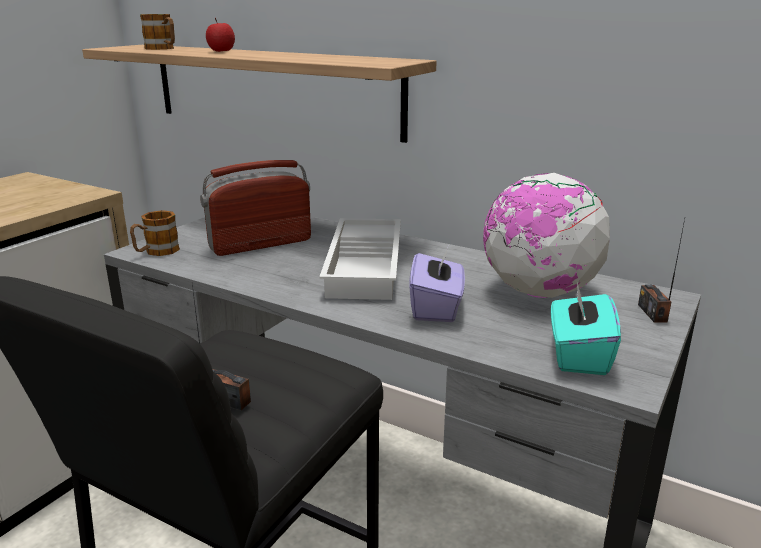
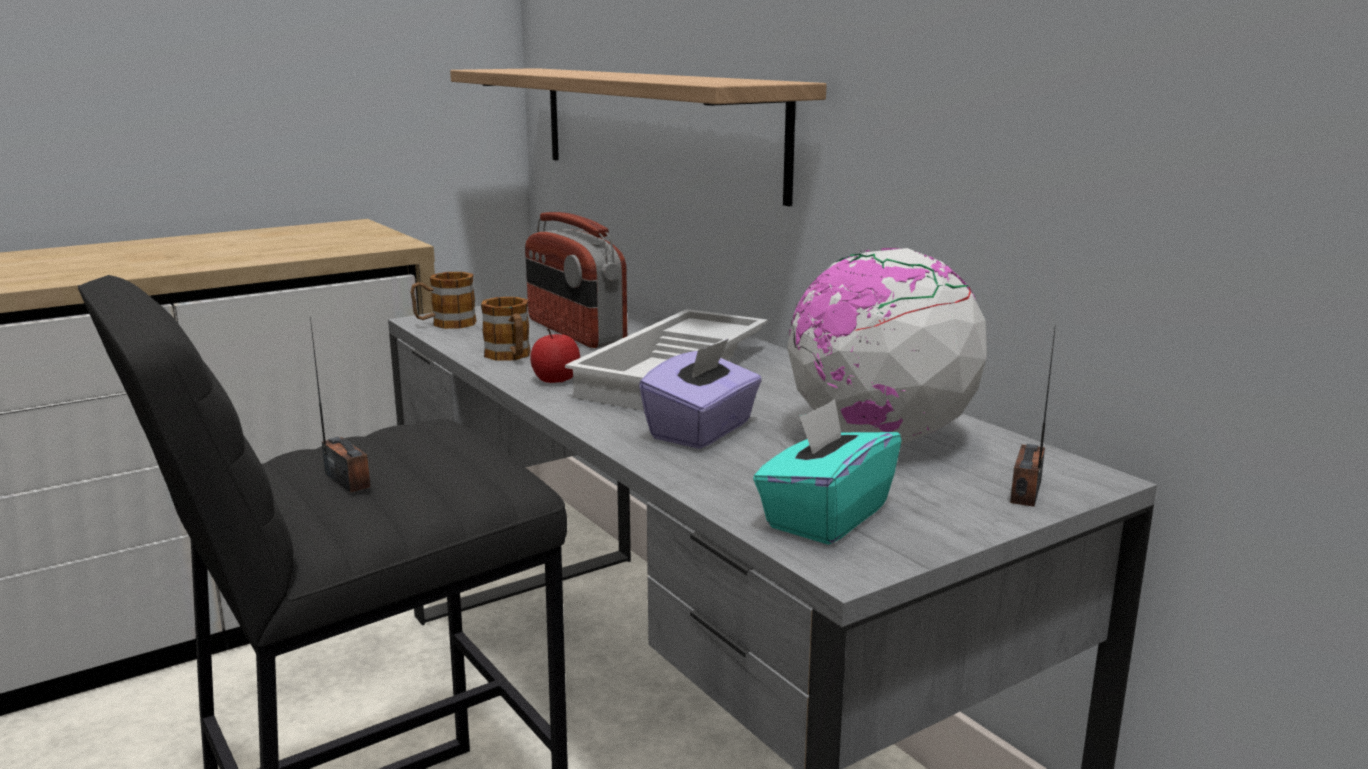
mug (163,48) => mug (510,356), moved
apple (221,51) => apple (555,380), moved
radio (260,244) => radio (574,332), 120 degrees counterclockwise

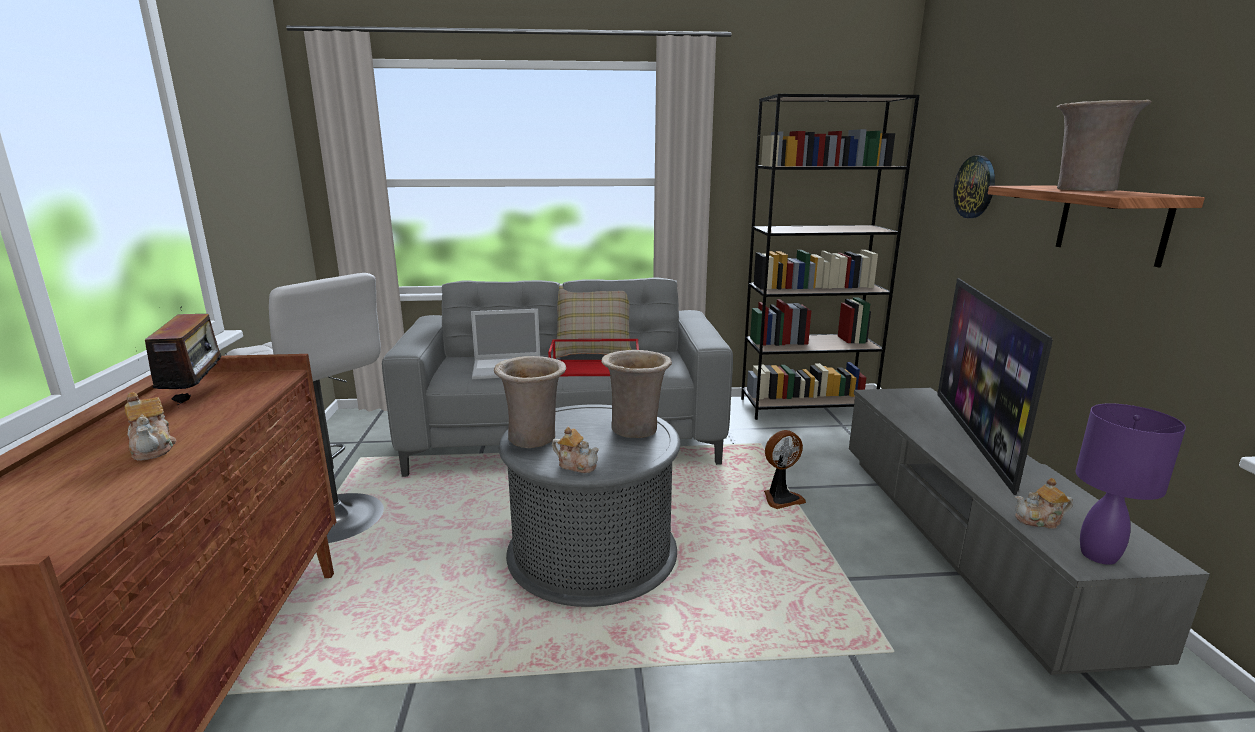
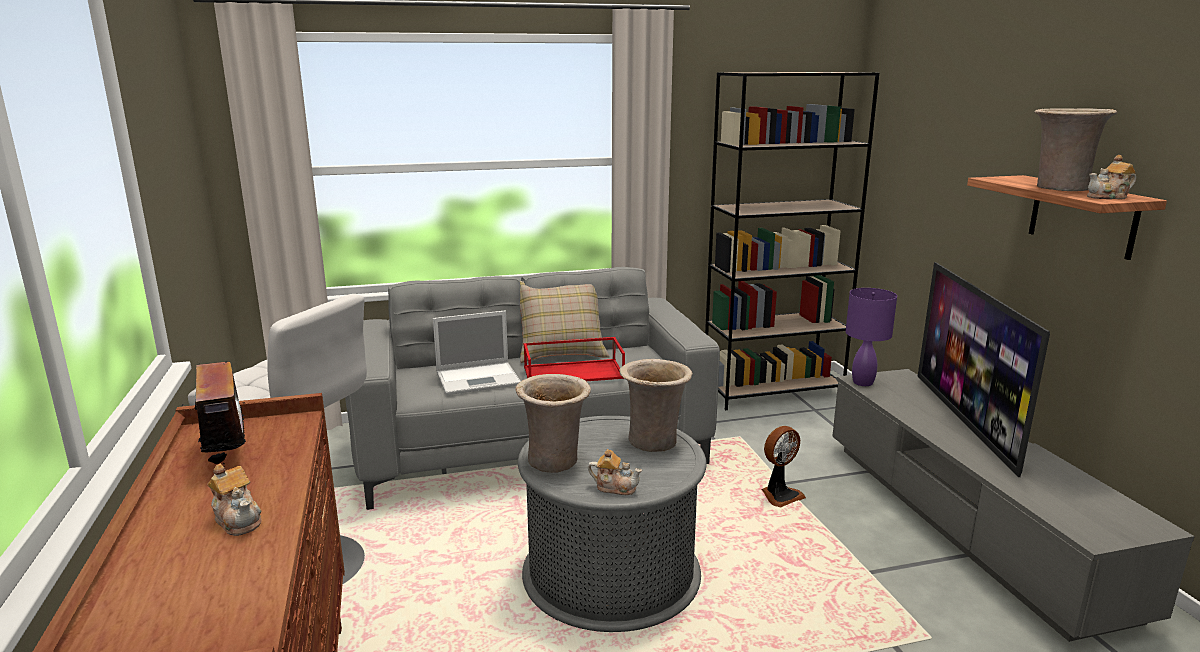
wall clock (975,187) => nothing
table lamp in purple (1098,554) => table lamp in purple (862,382), moved
teapot (1039,520) => teapot (1109,197), moved

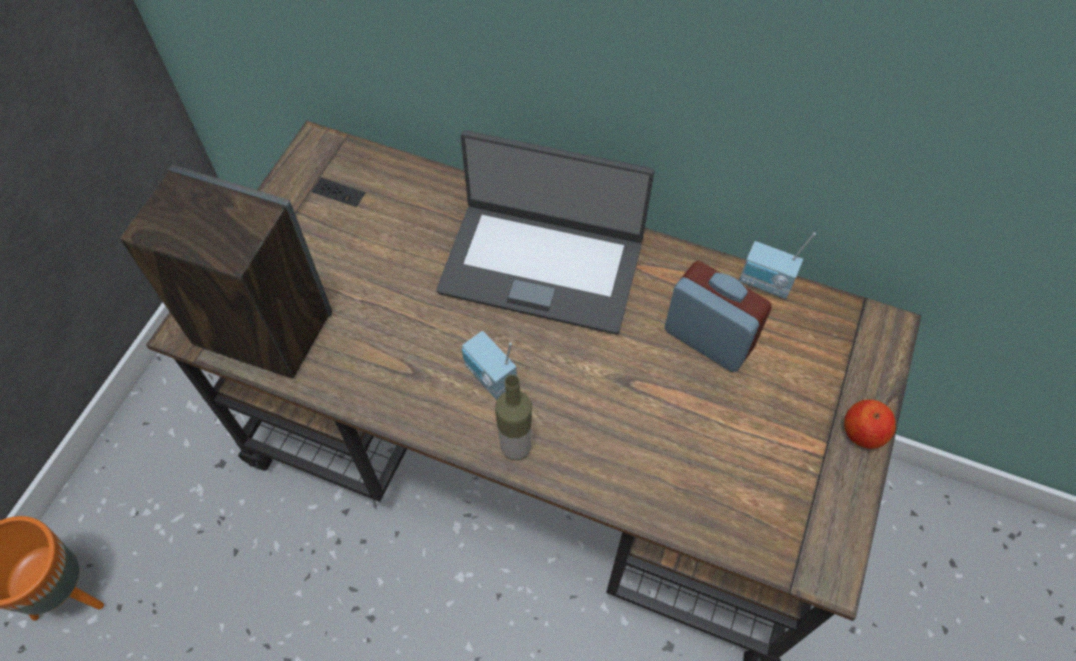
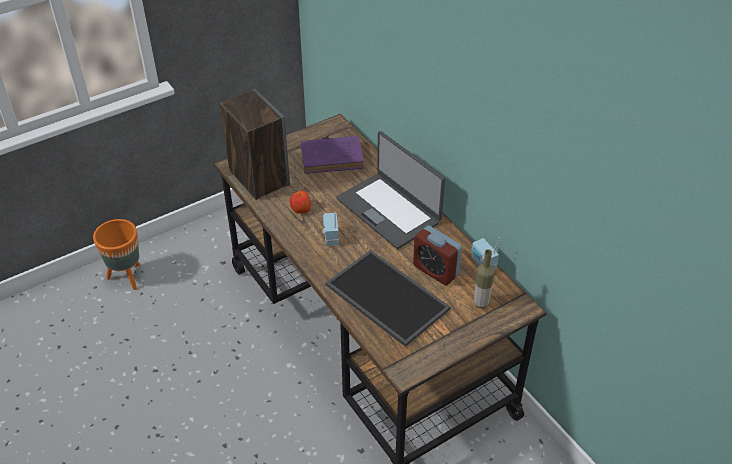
alarm clock (708,339) => alarm clock (435,270), 150 degrees clockwise
bottle (515,447) => bottle (481,303), moved
apple (863,432) => apple (300,209), moved
nothing => book in purple (334,158)
nothing => tray (384,297)

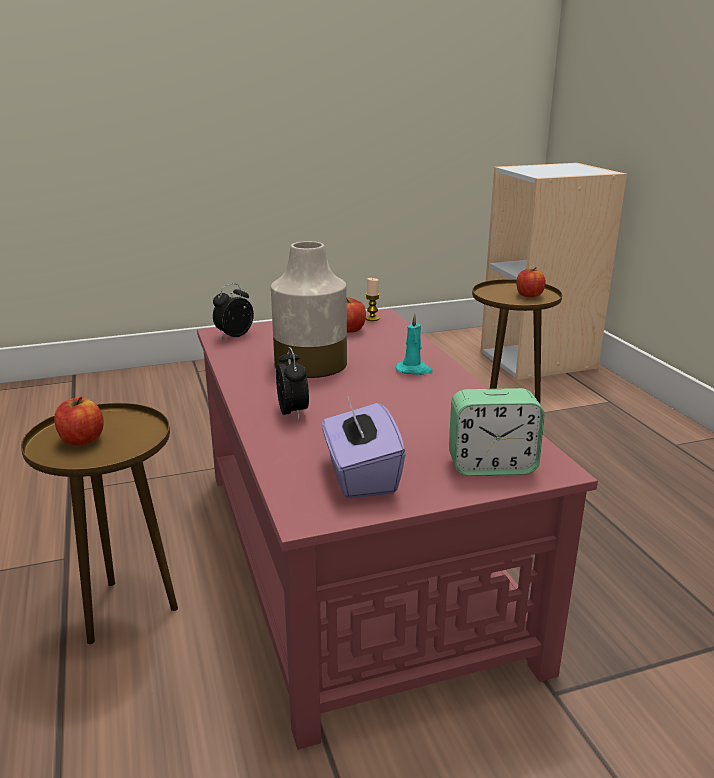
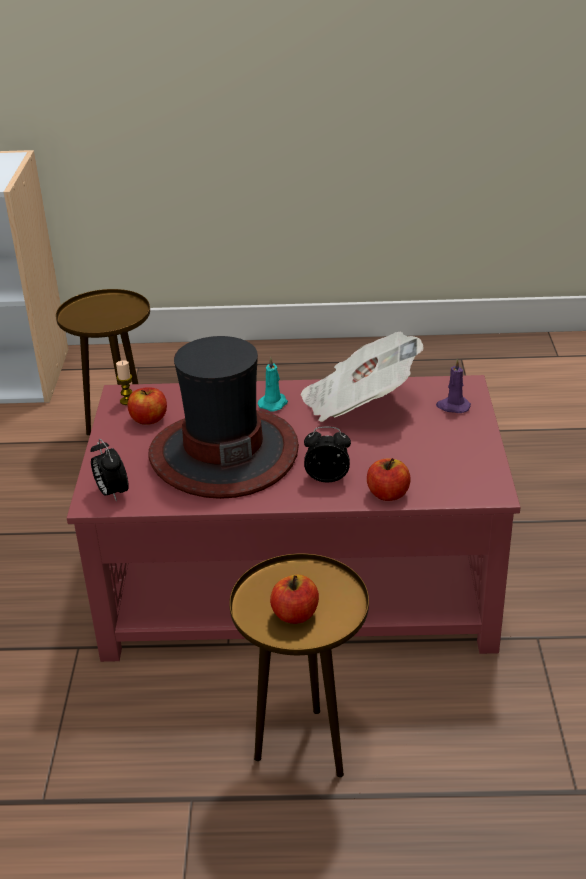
vase in beige (311,363) => hat (223,453)
apple (529,295) => apple (388,494), moved
alarm clock (491,466) => candle in purple (452,406)
tissue box in purple (360,476) => nothing
nothing => newspaper (358,403)

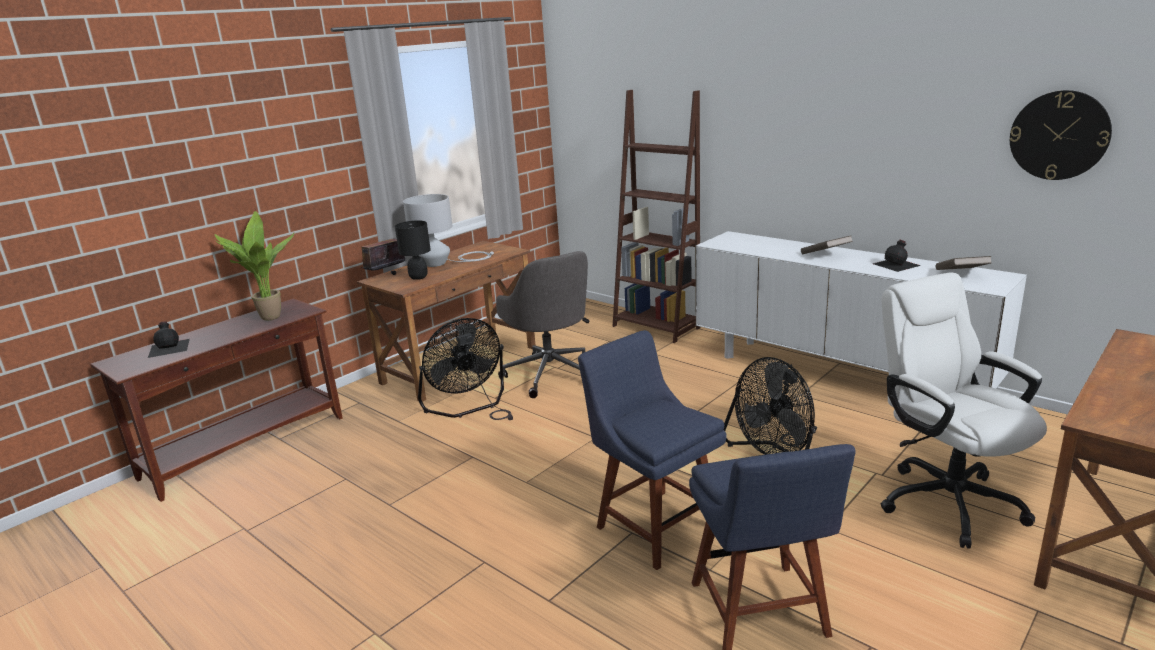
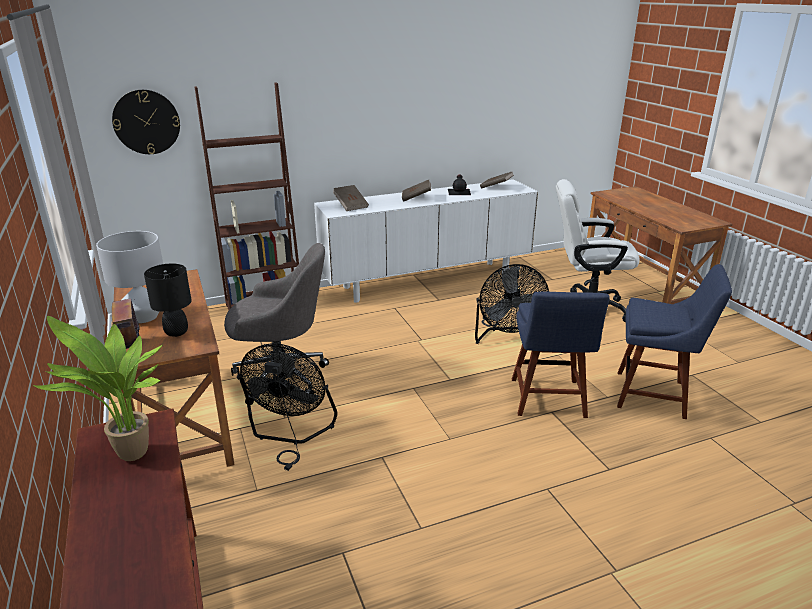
wall clock (1059,135) => wall clock (146,122), moved
fan in black (474,406) => fan in black (287,433), 105 degrees clockwise
bottle in black (170,347) => nothing
chair in blue (654,524) => chair in blue (548,400), 75 degrees counterclockwise
nothing => book in brown (351,205)

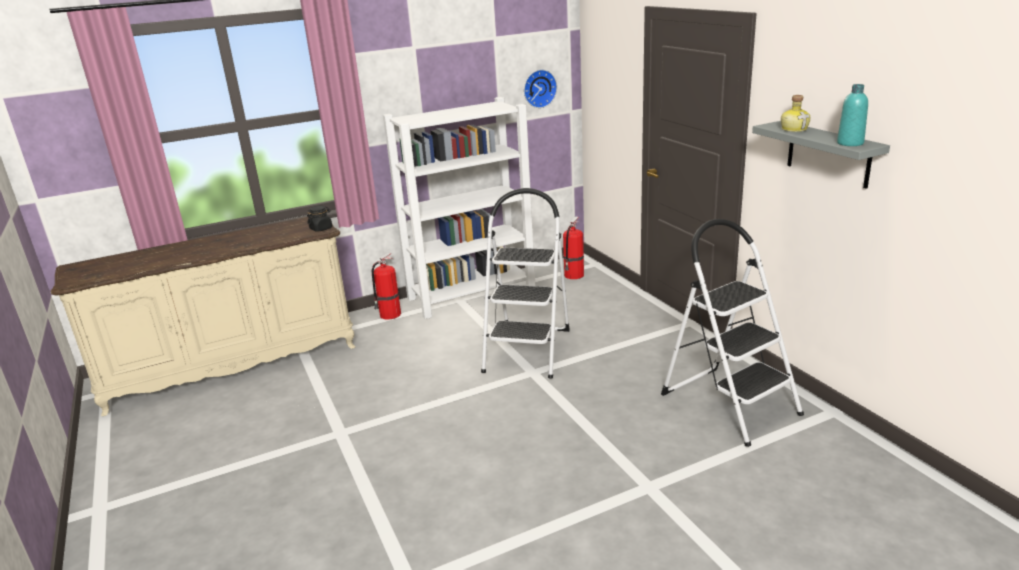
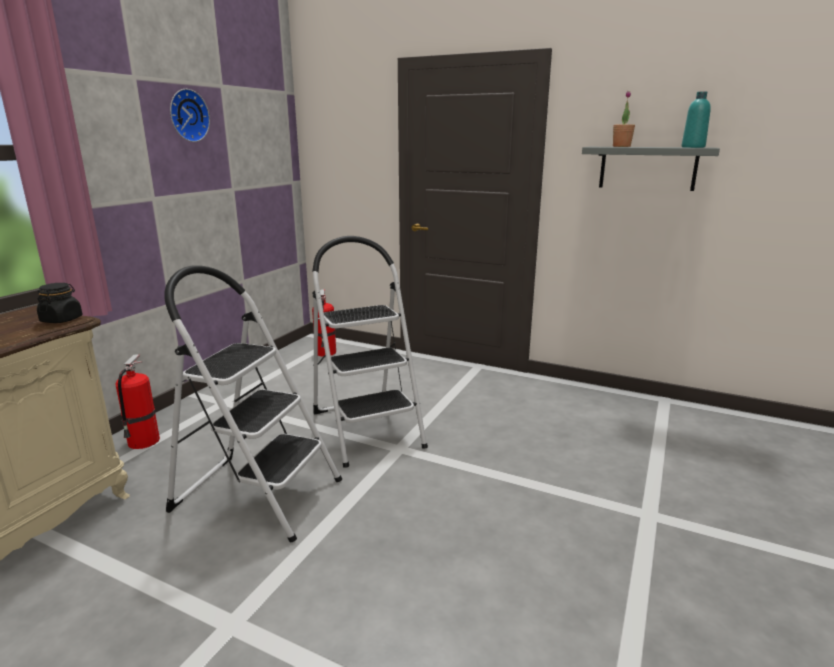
wall clock (539,88) => wall clock (187,115), moved
bottle (794,129) => potted plant (621,146)
bookcase in white (471,294) => nothing
step ladder (727,403) => step ladder (254,494), moved

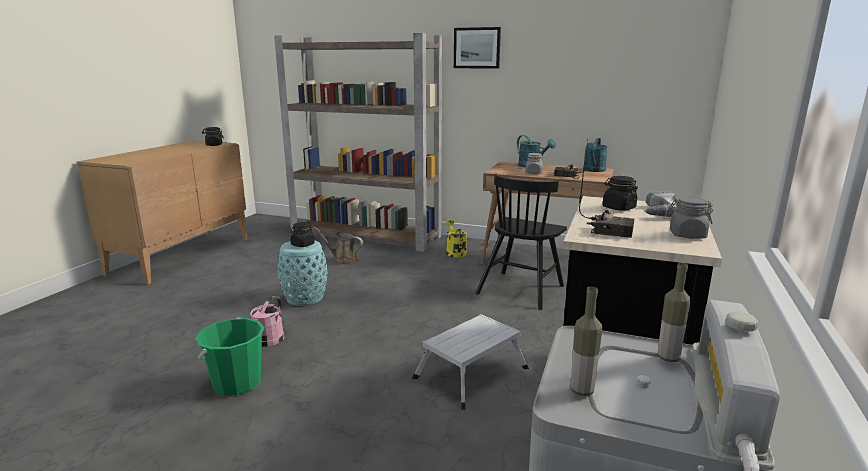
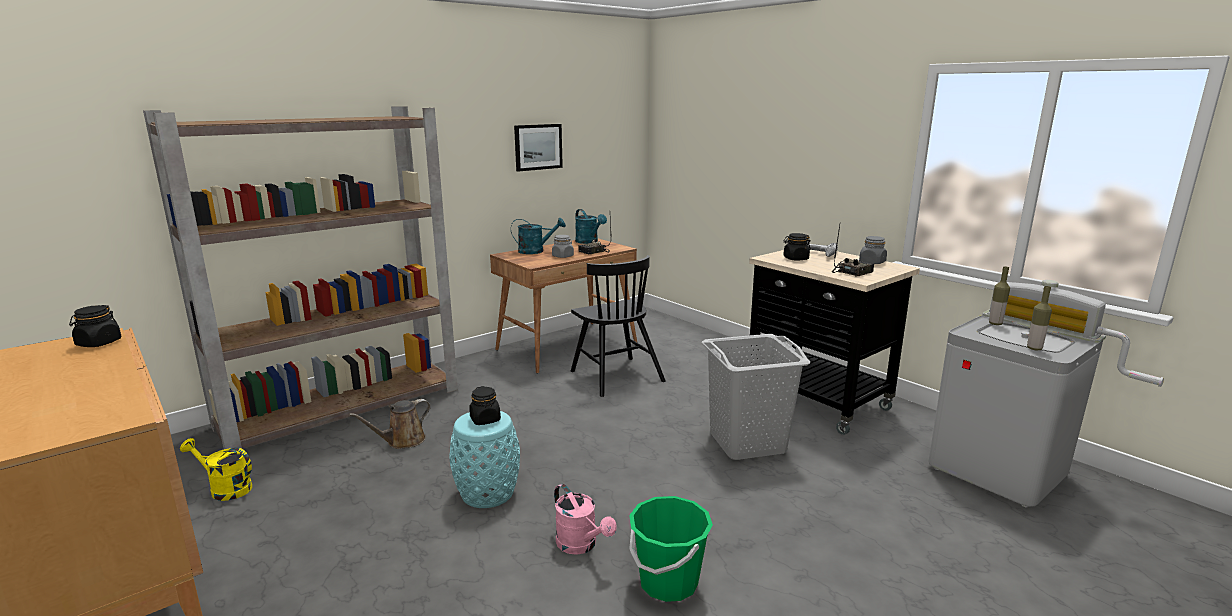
picture (477,48) => picture (538,147), moved
watering can in yellow (454,252) => watering can in yellow (225,489), moved
step ladder in white (472,372) => laundry basket in grey (746,442)

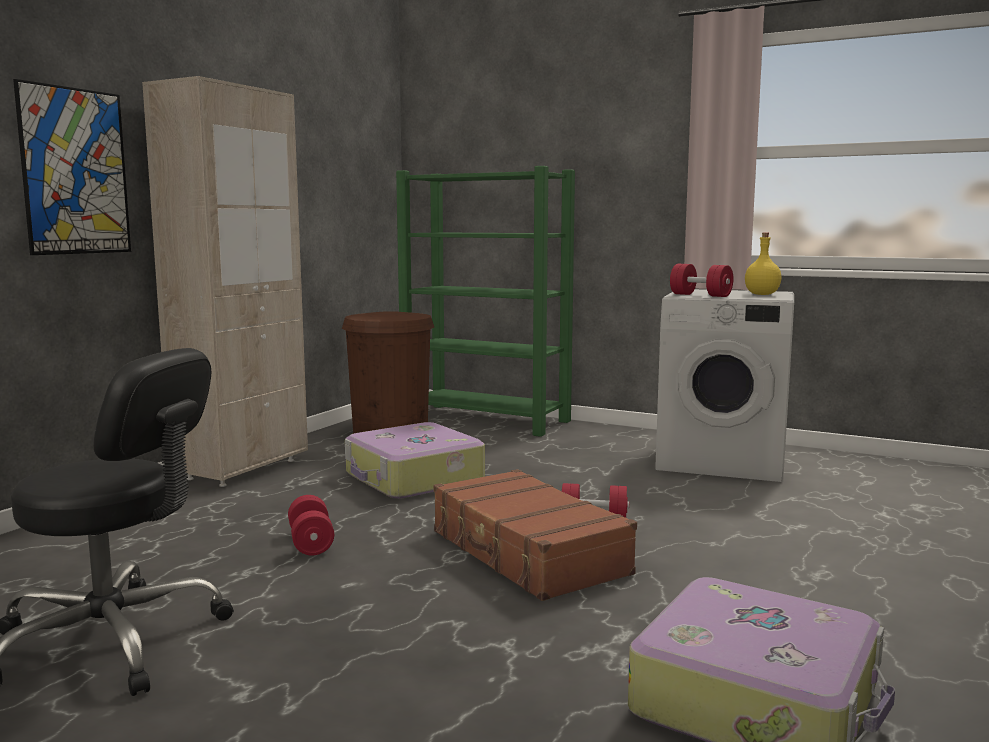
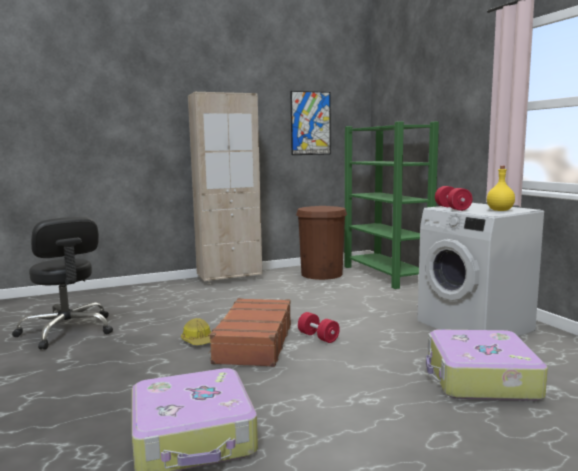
picture (75,171) => picture (310,123), moved
suitcase (413,478) => suitcase (480,379), moved
dumbbell in red (311,542) => nothing
nothing => hard hat (198,341)

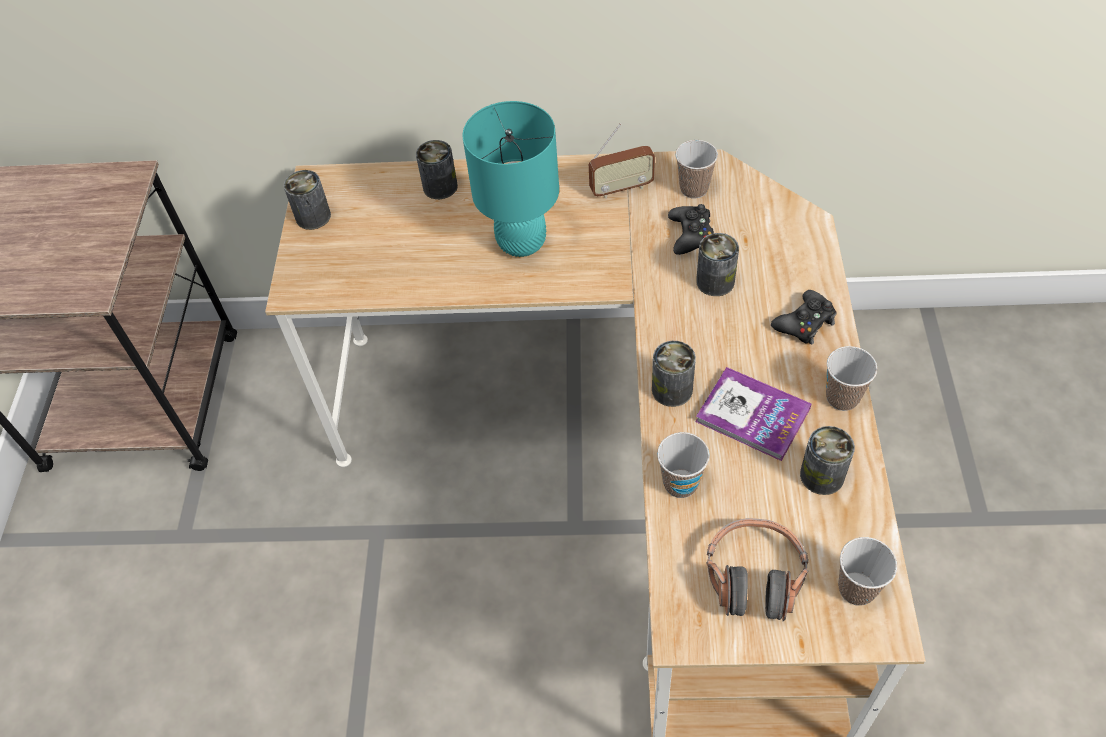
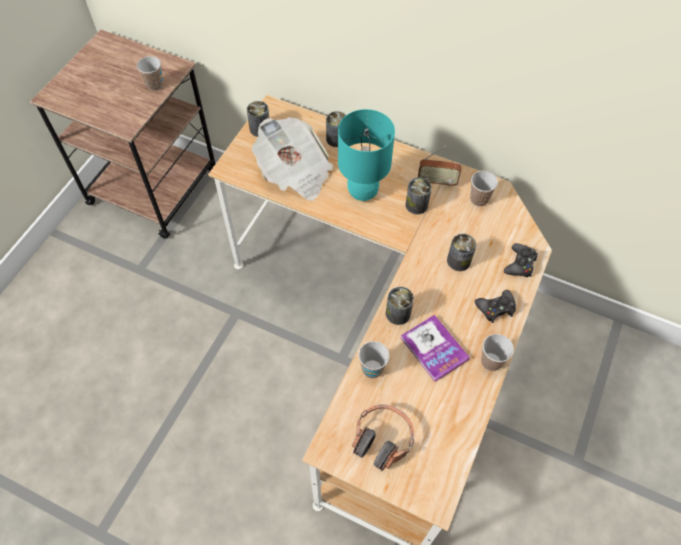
game controller in black (691,235) => game controller in black (520,264), moved
can (822,475) => can (416,205), moved
cup (856,589) => cup (155,85), moved
nothing => newspaper (294,172)

